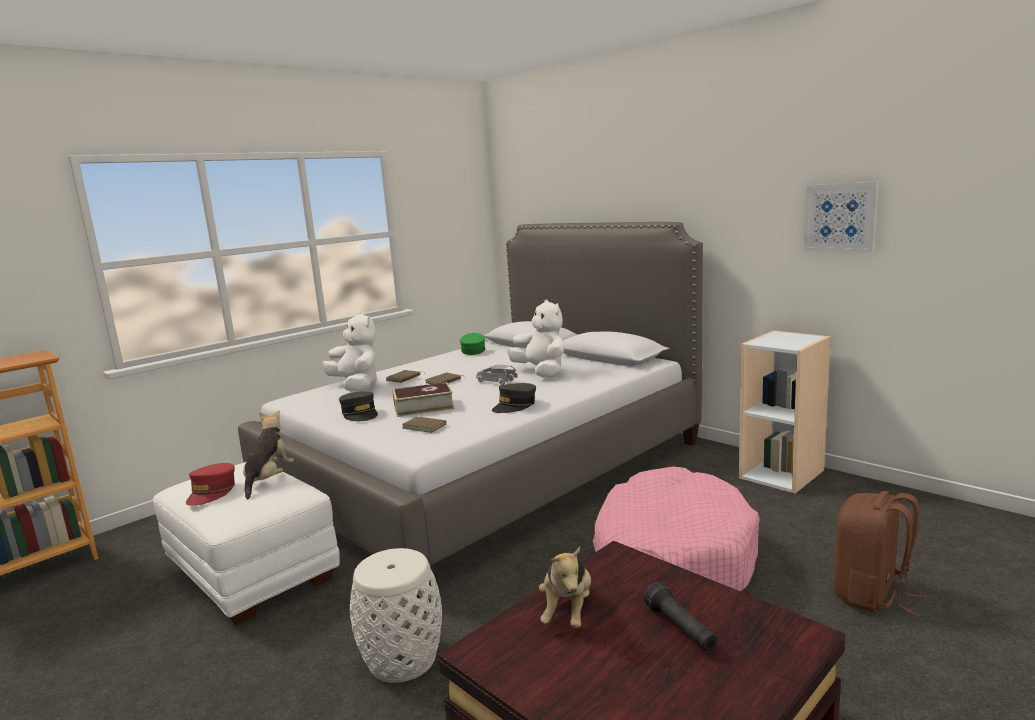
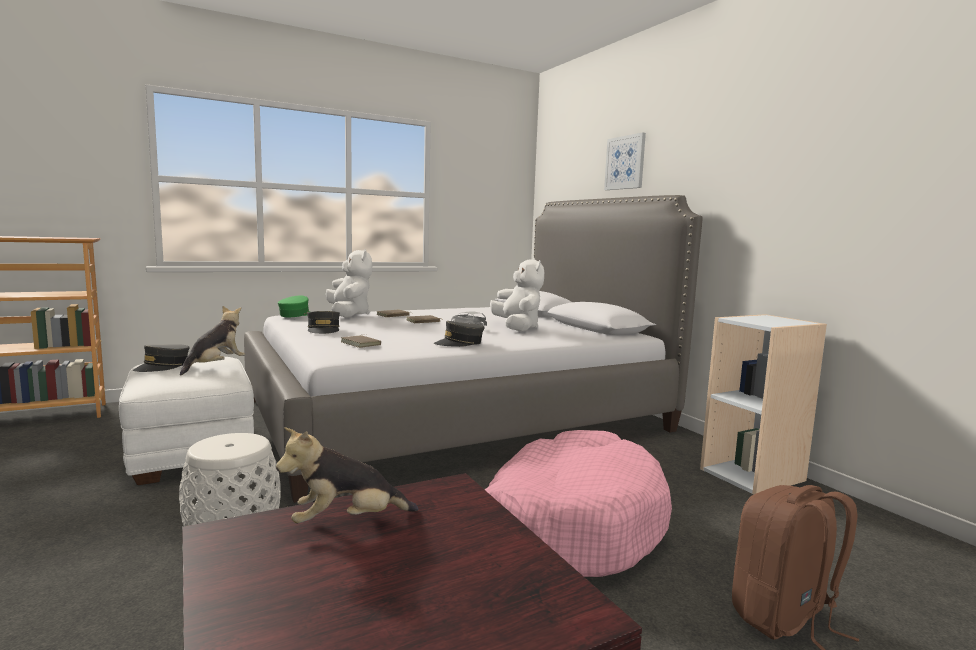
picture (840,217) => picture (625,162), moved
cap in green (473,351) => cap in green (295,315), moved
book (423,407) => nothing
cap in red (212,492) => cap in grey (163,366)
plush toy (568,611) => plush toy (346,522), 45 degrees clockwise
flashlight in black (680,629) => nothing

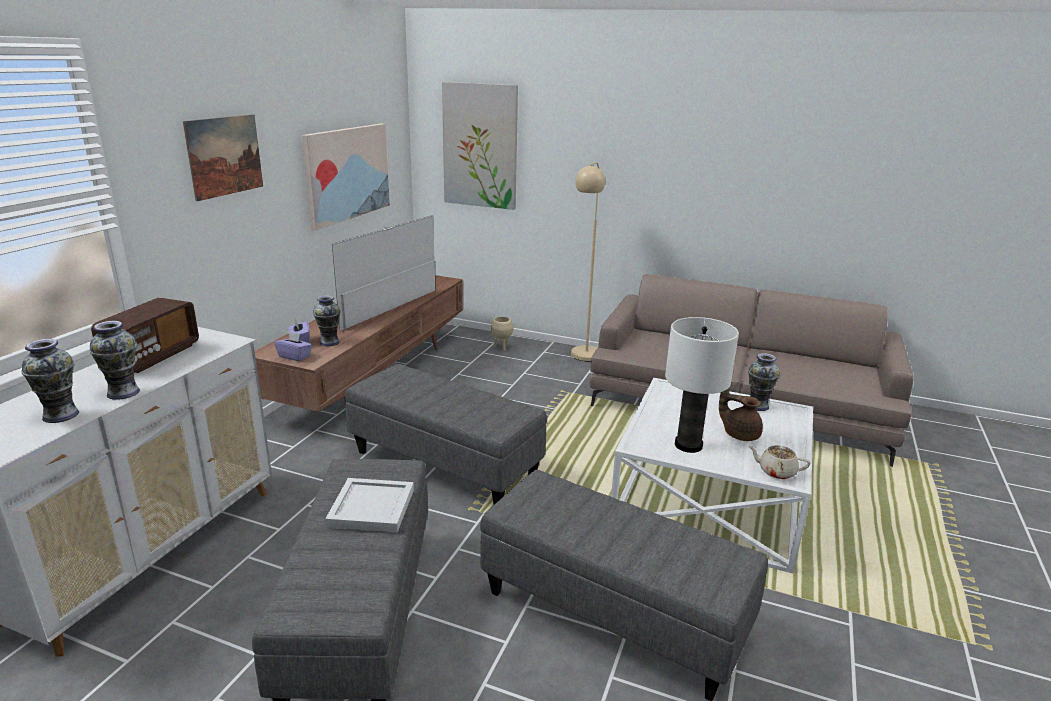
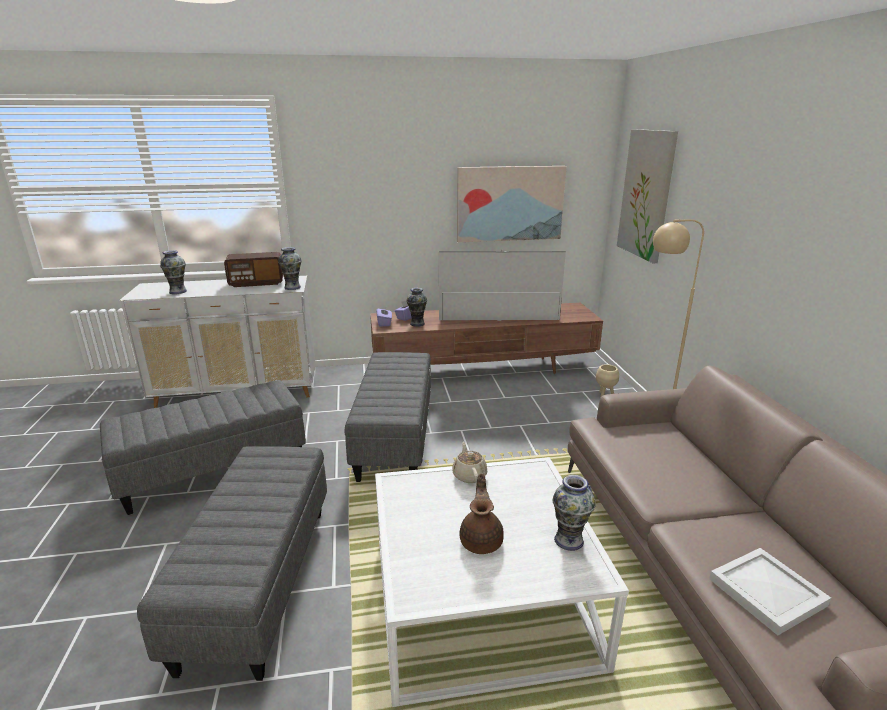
picture (225,156) => nothing
table lamp in white (688,445) => nothing
vase (122,392) => vase (292,287), moved
teapot in beige (776,471) => teapot in beige (469,475), moved
tray in white (373,507) => tray in white (769,592), moved

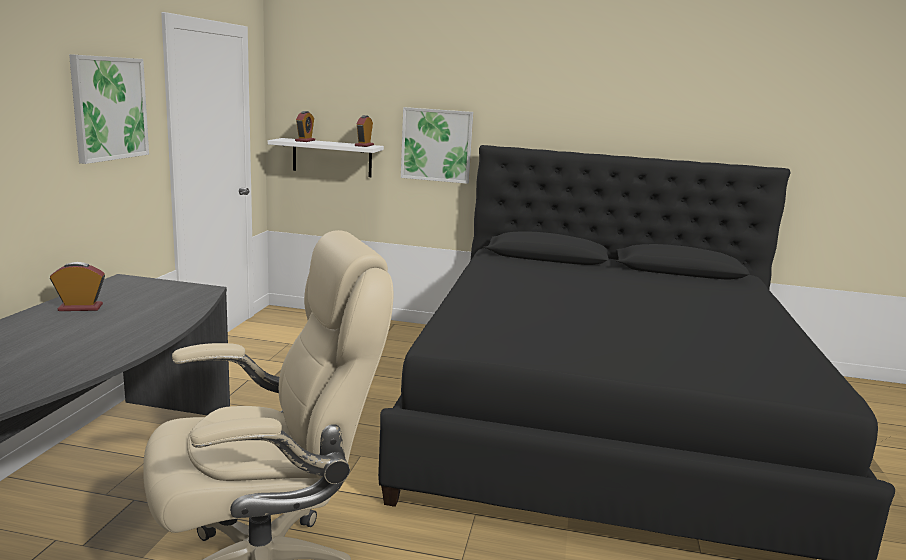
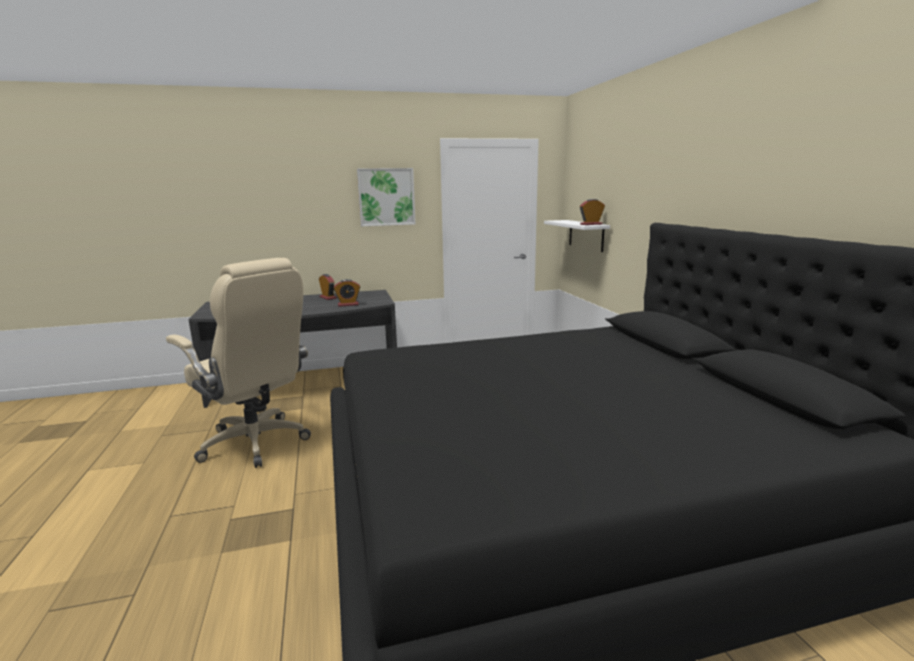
picture (436,145) => nothing
alarm clock (305,140) => alarm clock (348,304), moved

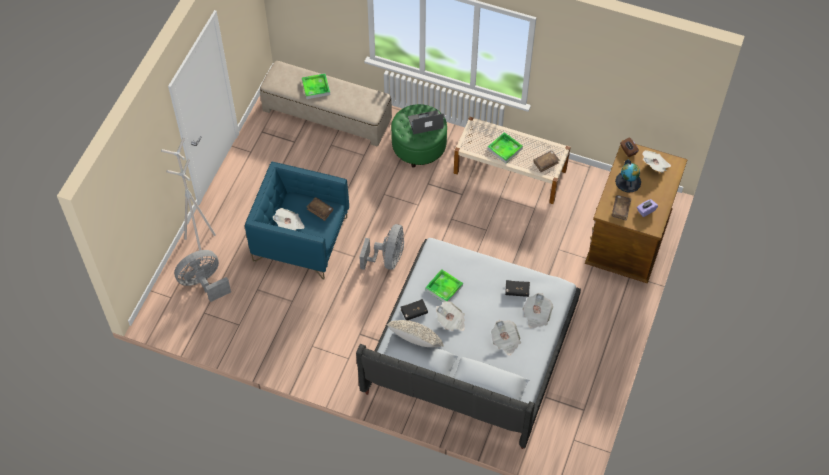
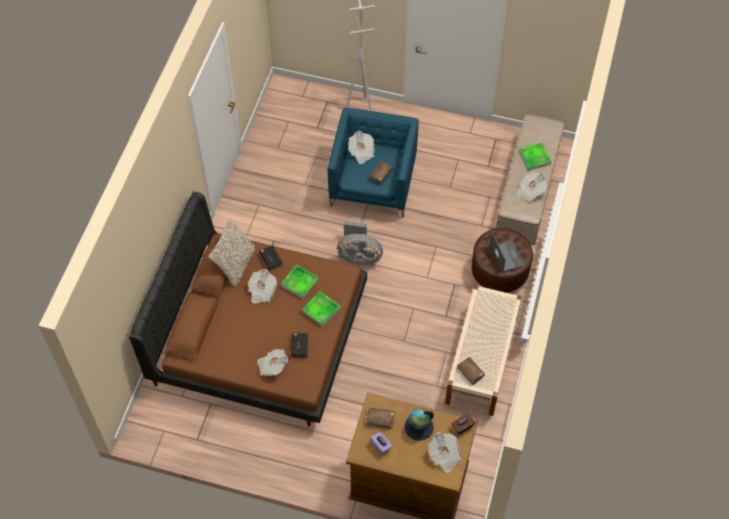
ottoman in green (419,147) => ottoman in brown (499,273)
tray (504,149) => tray (321,310), moved
bed in grey (471,351) => bed in brown (259,335)
fan in grey (204,283) => nothing
newspaper (505,341) => newspaper (530,191), moved

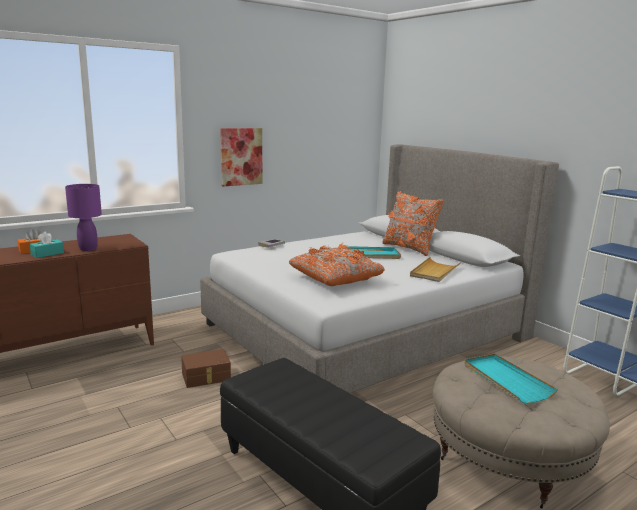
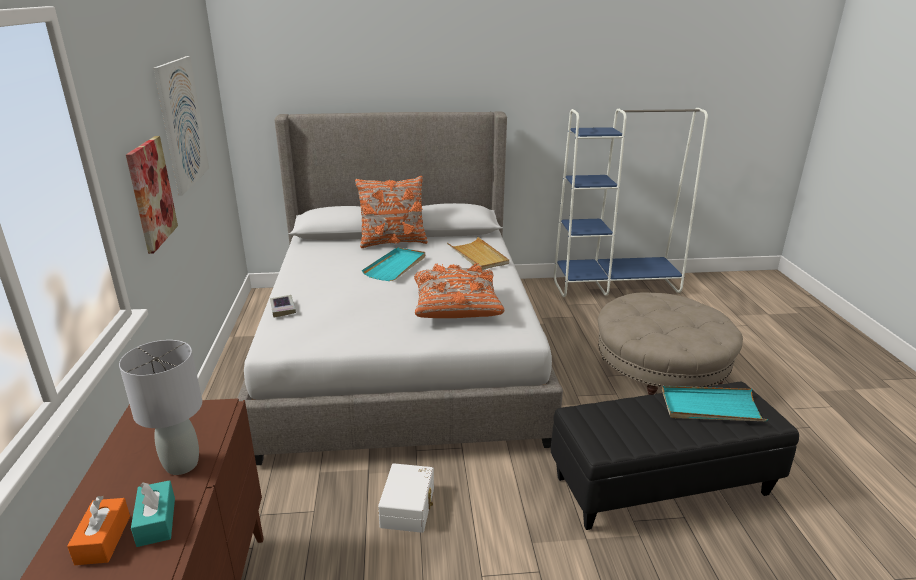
table lamp in purple (88,249) => table lamp in grey (182,464)
storage box in brown (206,377) => storage box in white (409,507)
tray in turquoise (506,380) => tray in turquoise (710,407), moved
nothing => picture (182,123)

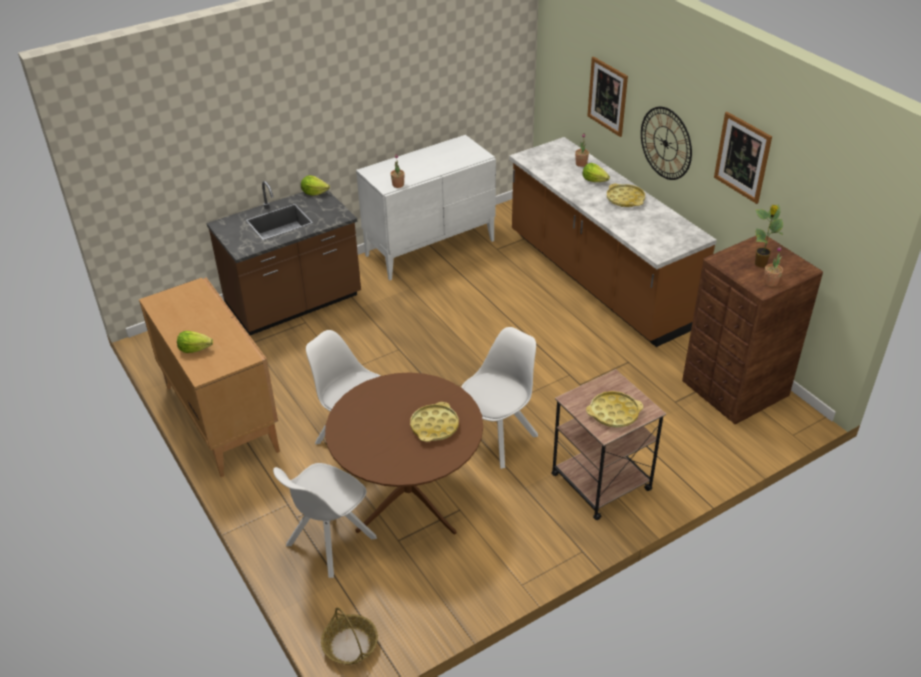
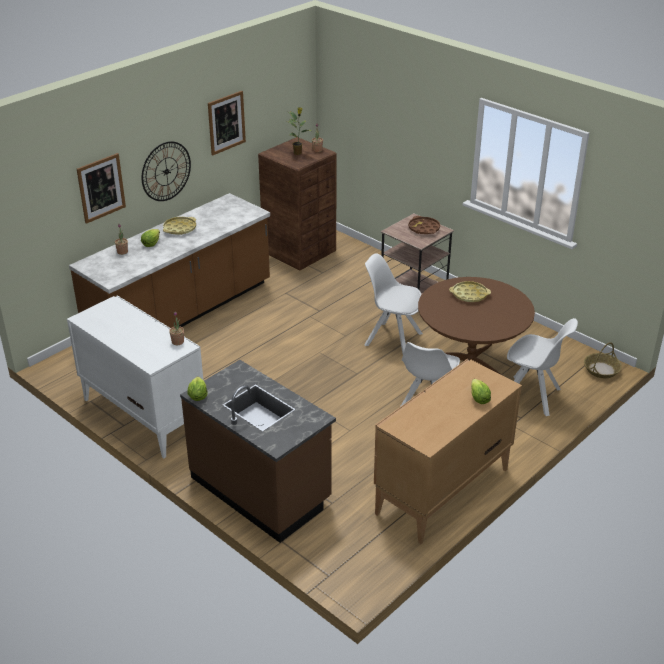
tray in yellow (614,413) => tray in brown (424,228)

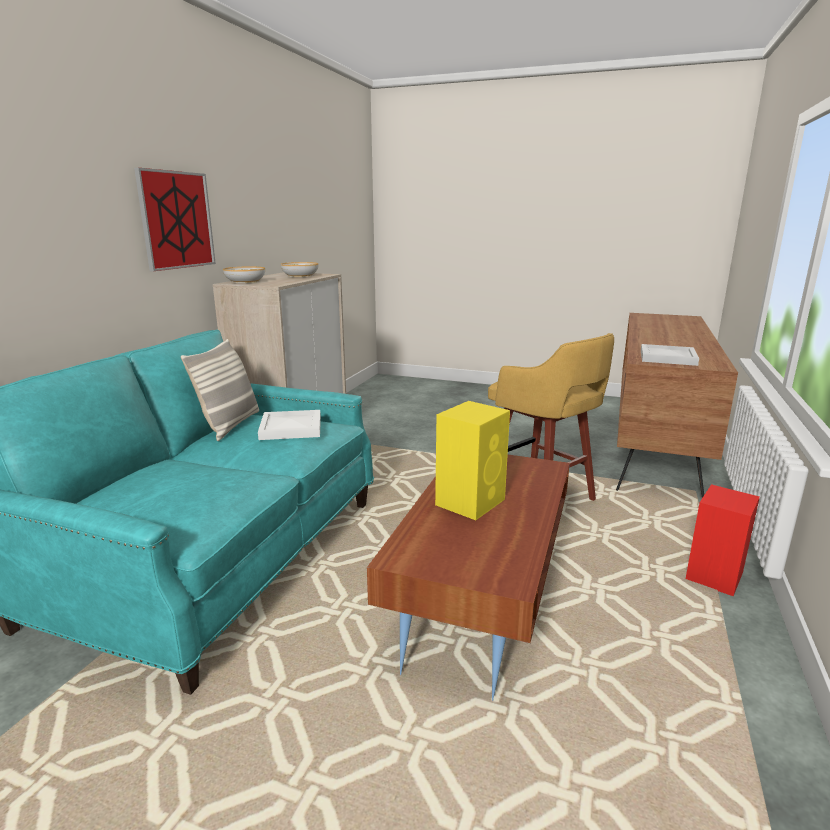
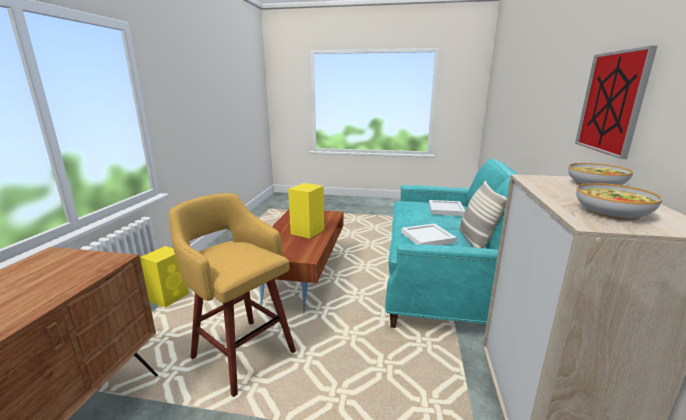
tray in white (668,358) => tray in white (445,209), moved
speaker in red (714,576) => speaker in yellow (170,297)

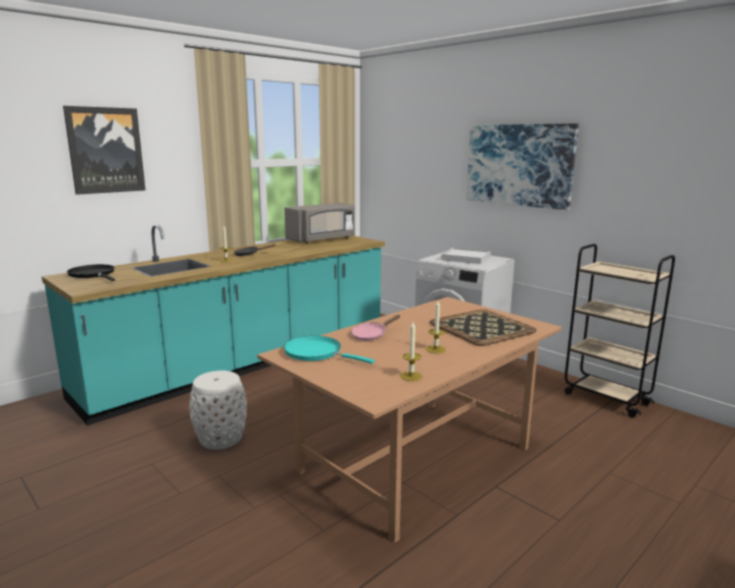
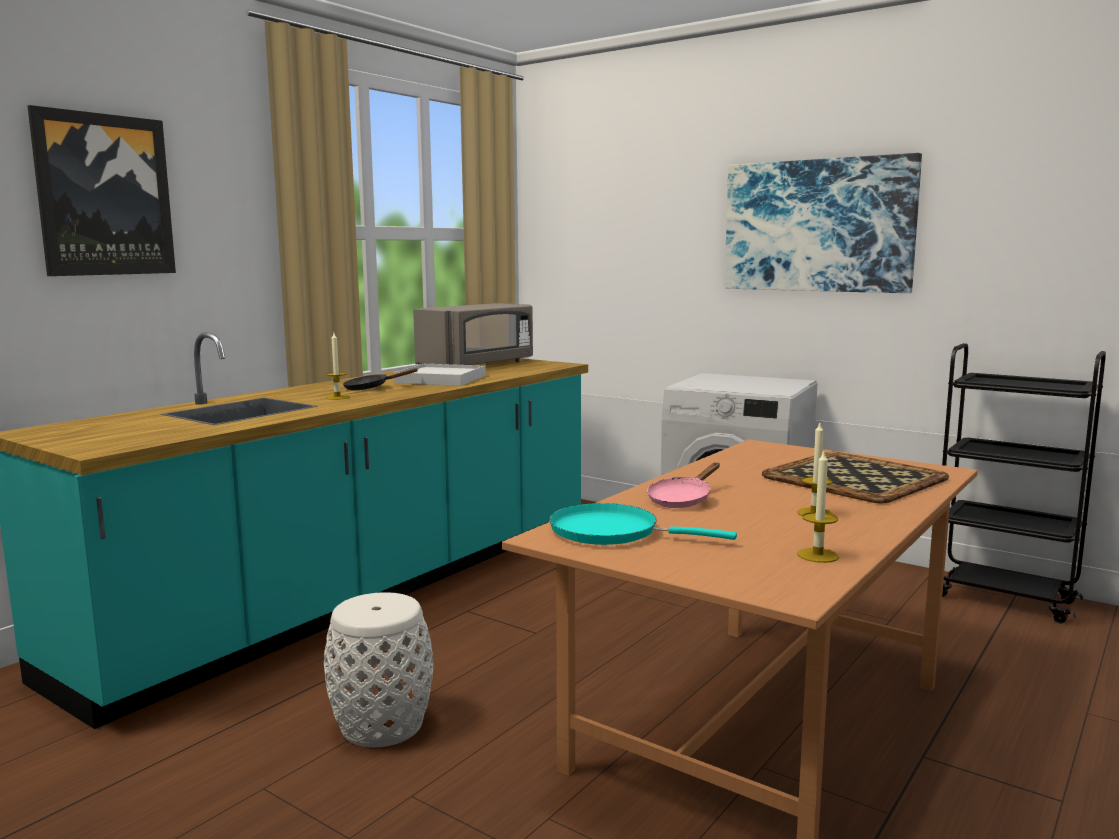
cart in beige (607,399) => cart in black (1005,599)
tray in white (466,258) => tray in white (441,379), moved
frying pan in black (93,274) => nothing

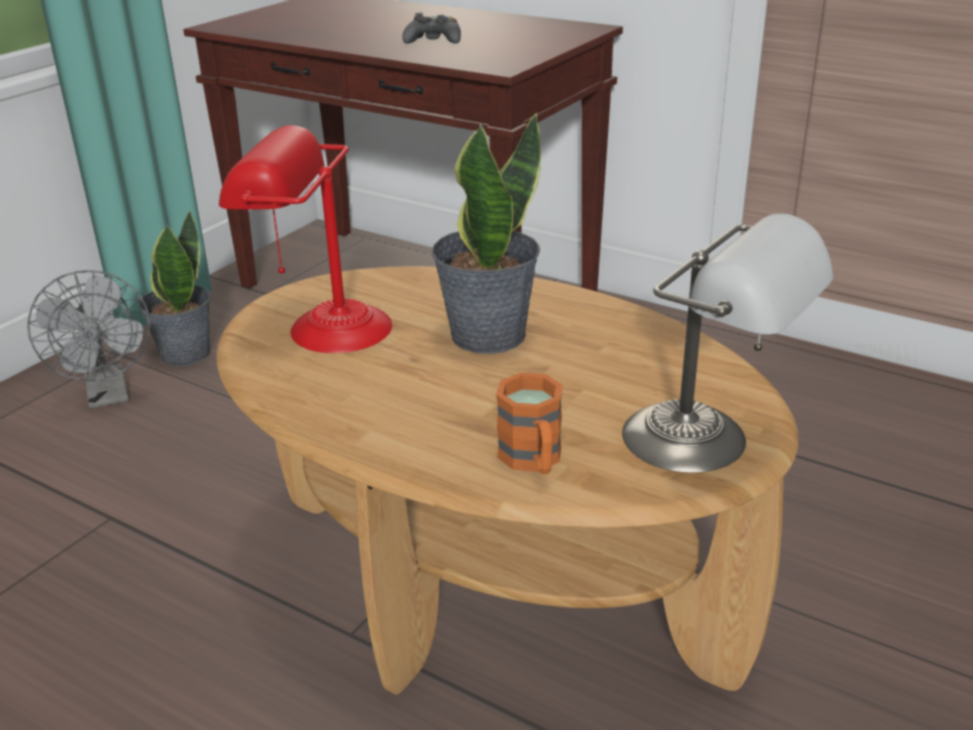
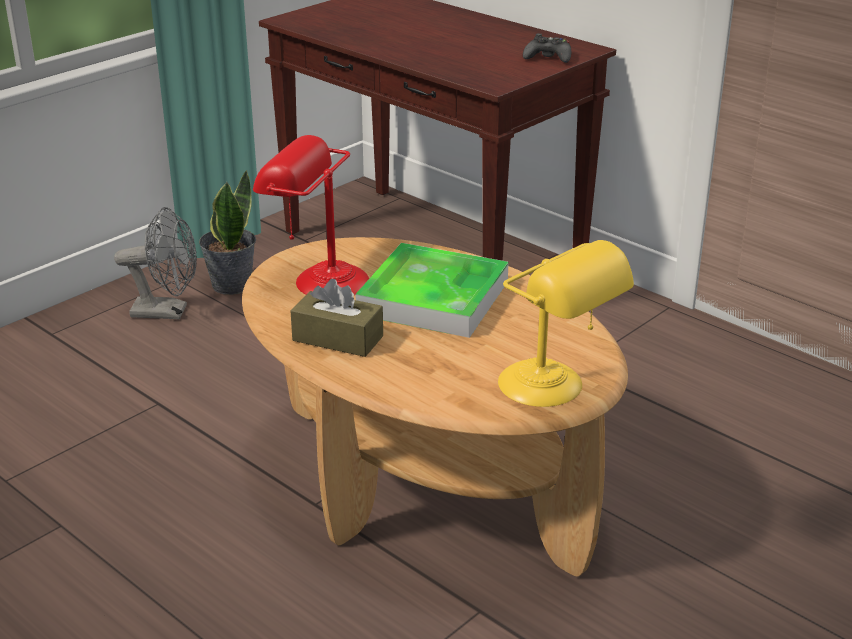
game controller in black (433,41) => game controller in black (548,57), moved
potted plant (486,335) => tray (433,298)
table lamp in white (709,443) => table lamp in yellow (555,389)
fan in grey (109,395) => fan in grey (168,312), 75 degrees counterclockwise
mug in orange (533,461) => nothing
nothing => tissue box in brown (338,338)

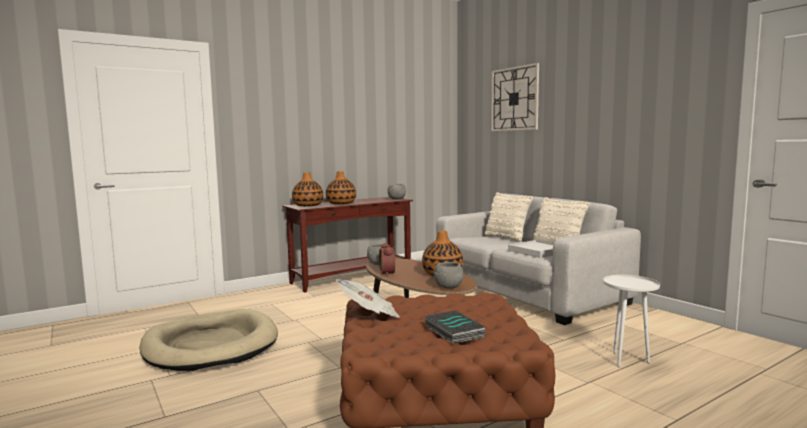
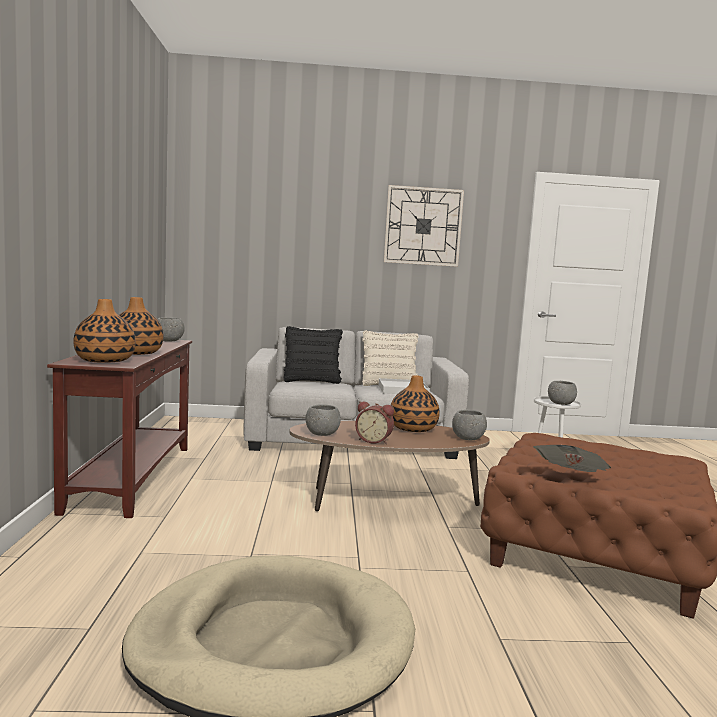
wall clock (514,99) => wall clock (423,226), moved
pillow in beige (507,238) => pillow in black (312,381)
book (452,331) => nothing
nothing => bowl in grey (561,404)

